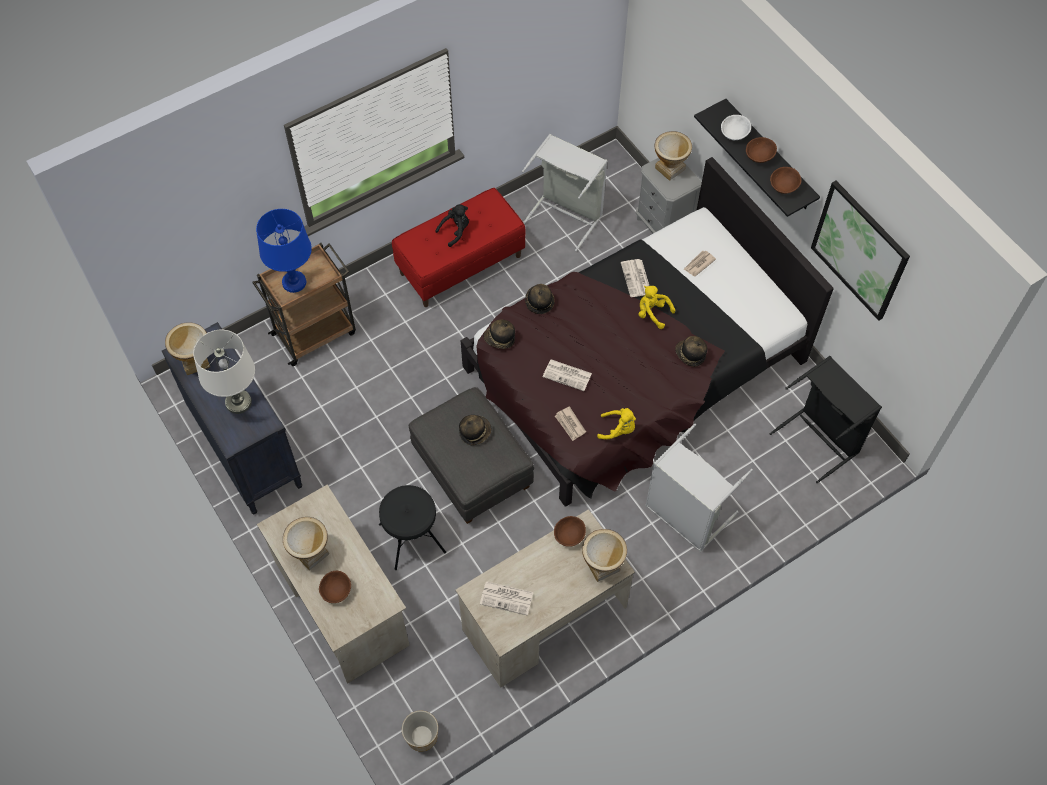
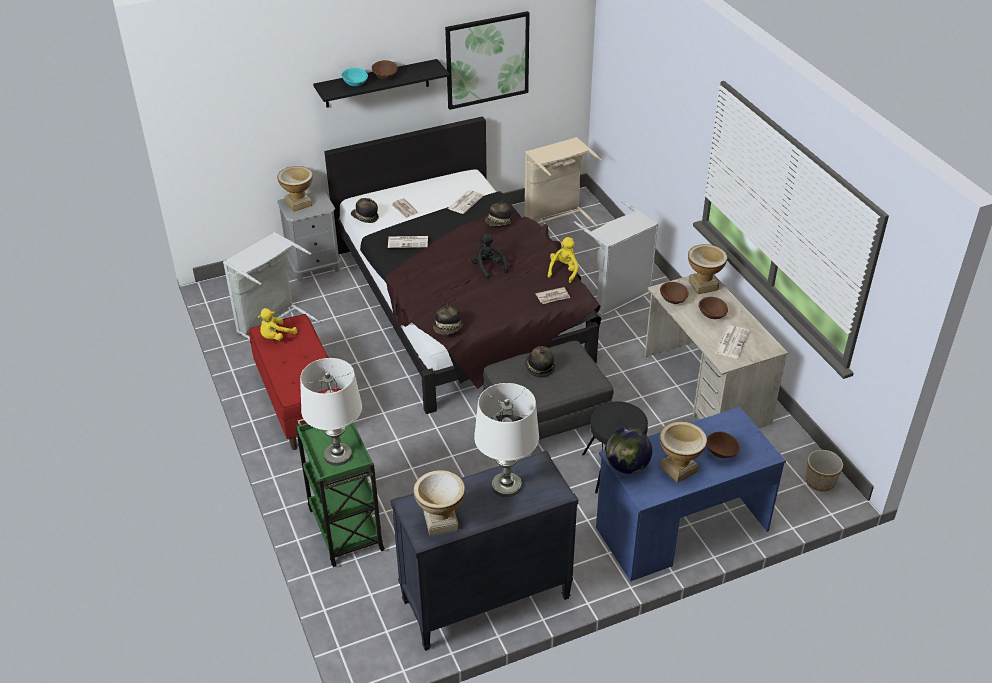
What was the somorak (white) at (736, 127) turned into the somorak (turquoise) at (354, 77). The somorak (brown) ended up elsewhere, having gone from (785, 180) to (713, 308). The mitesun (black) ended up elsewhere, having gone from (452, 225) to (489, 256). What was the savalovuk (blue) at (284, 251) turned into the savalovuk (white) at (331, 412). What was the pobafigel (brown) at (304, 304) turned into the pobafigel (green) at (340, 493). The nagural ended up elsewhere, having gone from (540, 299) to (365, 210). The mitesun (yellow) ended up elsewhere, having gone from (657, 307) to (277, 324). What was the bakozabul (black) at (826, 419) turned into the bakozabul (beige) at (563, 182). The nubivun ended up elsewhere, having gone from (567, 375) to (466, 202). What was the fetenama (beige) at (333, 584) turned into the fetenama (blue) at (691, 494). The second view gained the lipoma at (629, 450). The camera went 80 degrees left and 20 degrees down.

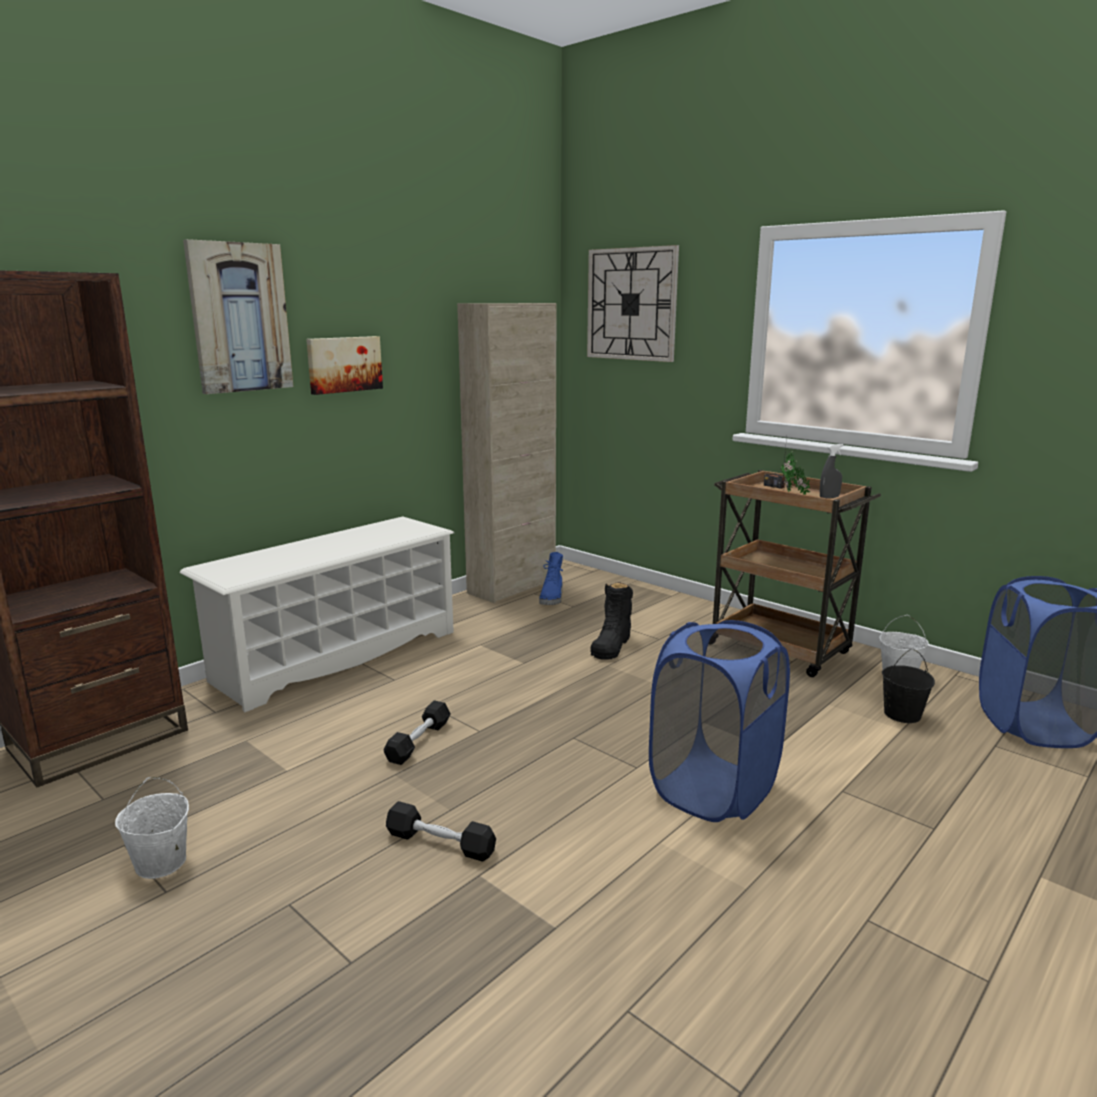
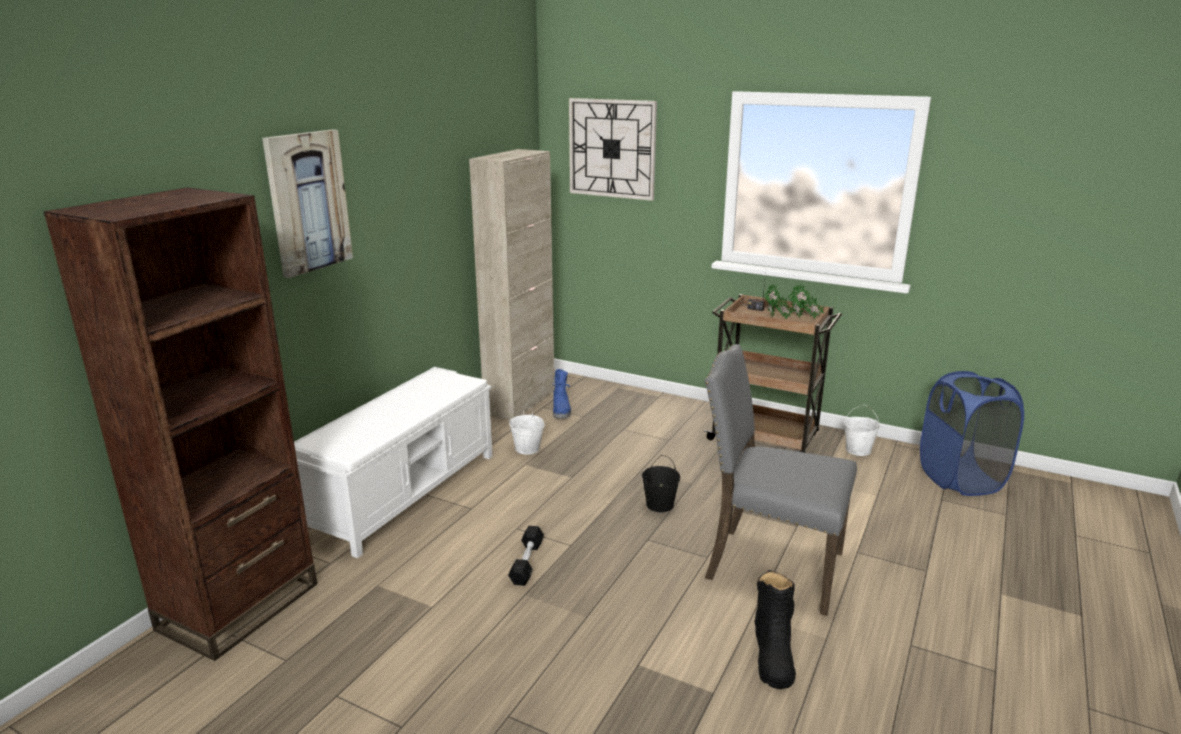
The second view lost the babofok at (344, 365). Where the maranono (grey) stood at (831, 471), the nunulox came to stand at (806, 301). Where the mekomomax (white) stood at (316, 614), the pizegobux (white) came to stand at (393, 462). The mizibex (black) ended up elsewhere, having gone from (611, 621) to (775, 629). Where the bakozabul (blue) stood at (719, 721), the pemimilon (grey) came to stand at (780, 480). The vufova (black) ended up elsewhere, having gone from (908, 686) to (661, 483). The vufova (white) ended up elsewhere, having gone from (152, 828) to (527, 429). The second view lost the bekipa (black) at (441, 831). The camera went 15 degrees left and 5 degrees up.

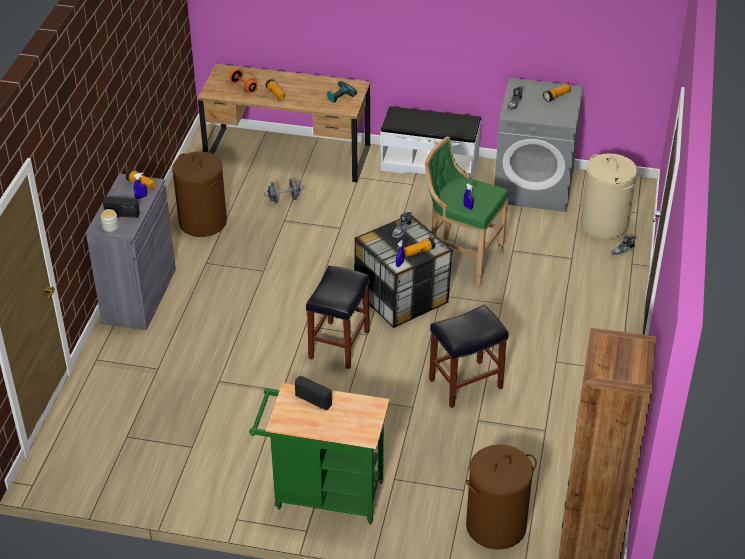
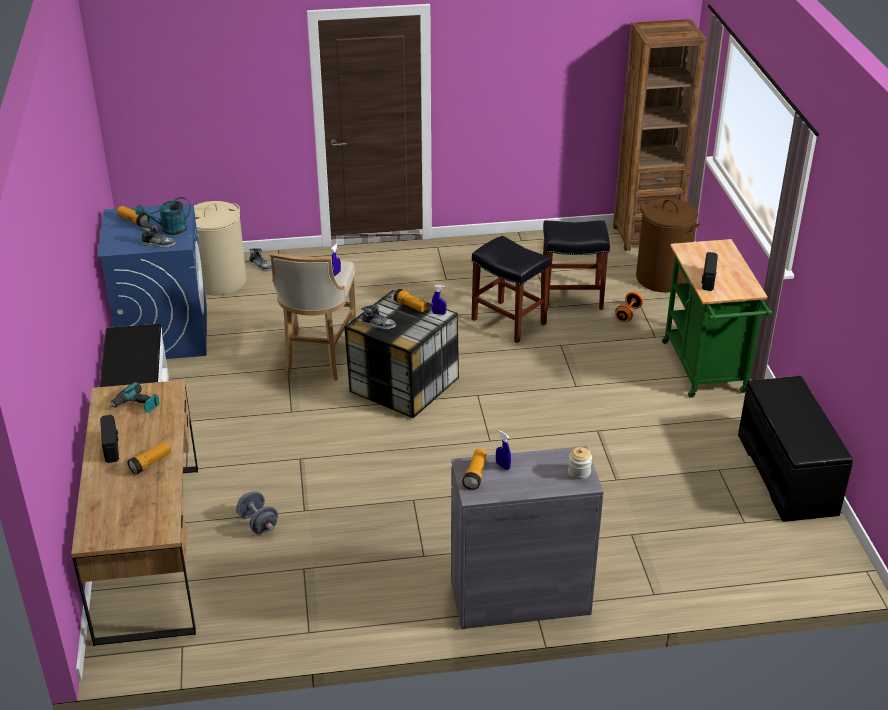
The bekipa (orange) ended up elsewhere, having gone from (243, 80) to (629, 307). What was the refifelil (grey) at (538, 145) turned into the refifelil (blue) at (152, 281). What was the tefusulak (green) at (467, 211) turned into the tefusulak (beige) at (313, 316). The second view lost the bakozabul (brown) at (199, 194). The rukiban ended up elsewhere, having gone from (121, 207) to (109, 439). The tefusulak (black) ended up elsewhere, having gone from (338, 317) to (576, 265). The second view gained the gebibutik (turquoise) at (163, 216). The second view gained the pizegobux (black) at (795, 449). The camera went 110 degrees left and 5 degrees down.

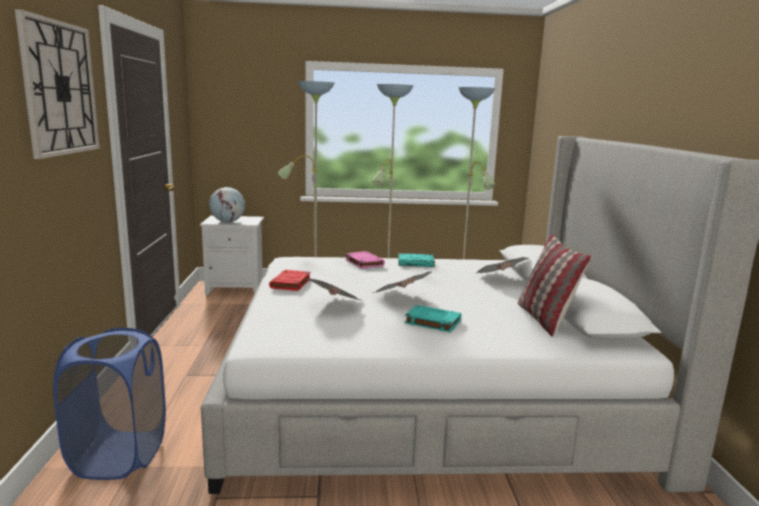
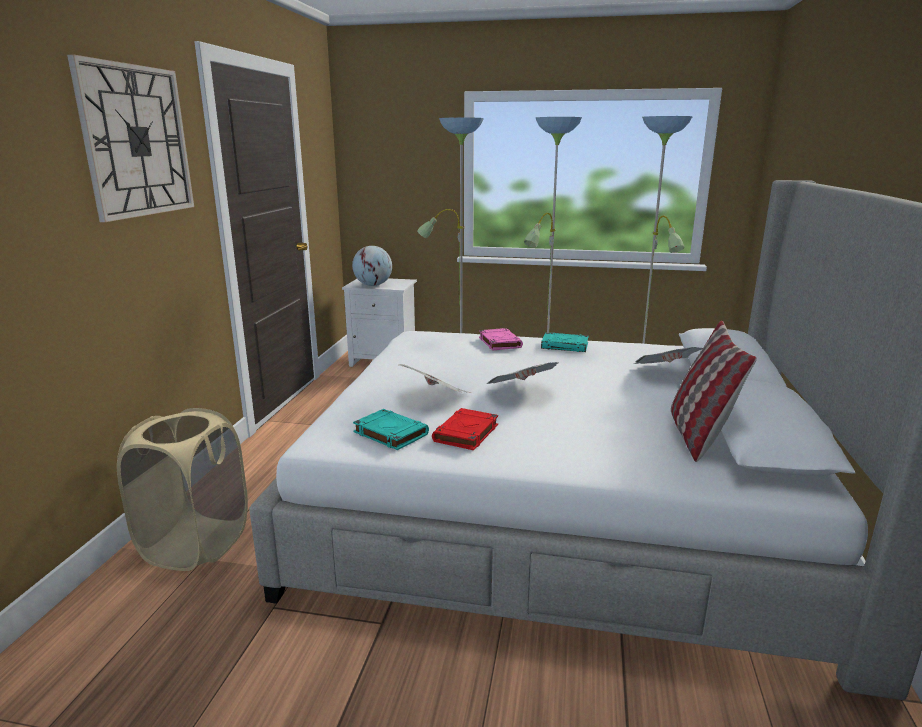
The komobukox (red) ended up elsewhere, having gone from (290, 280) to (465, 429). The komobukox (turquoise) ended up elsewhere, having gone from (432, 318) to (391, 429). What was the bakozabul (blue) at (109, 404) turned into the bakozabul (beige) at (182, 489). The camera went 15 degrees right and 5 degrees up.

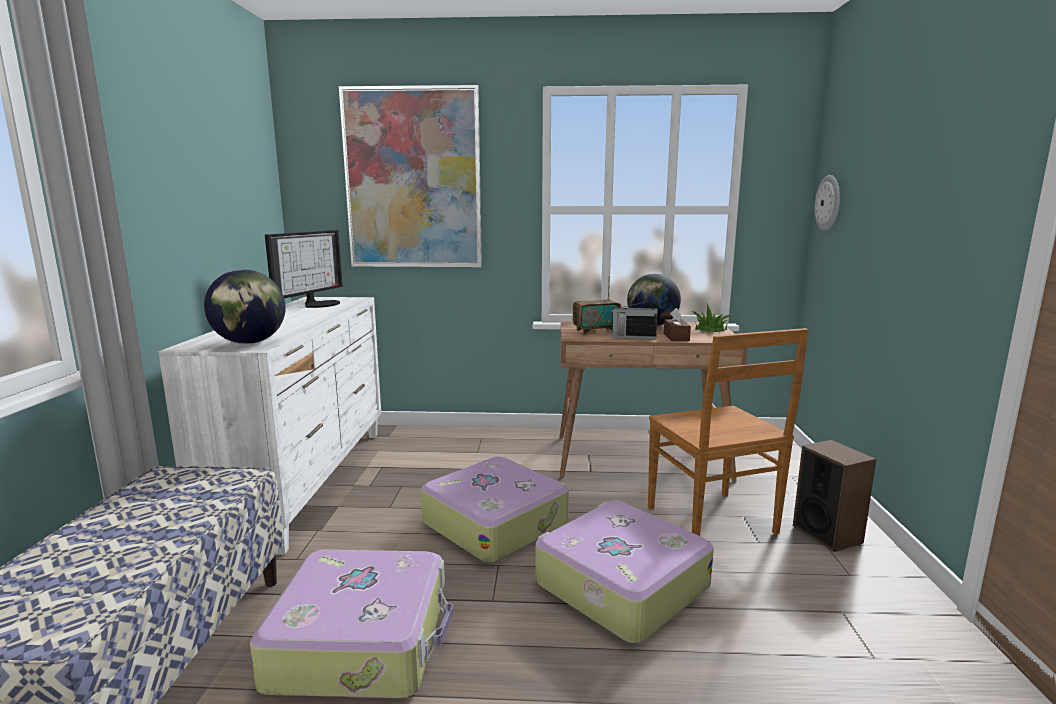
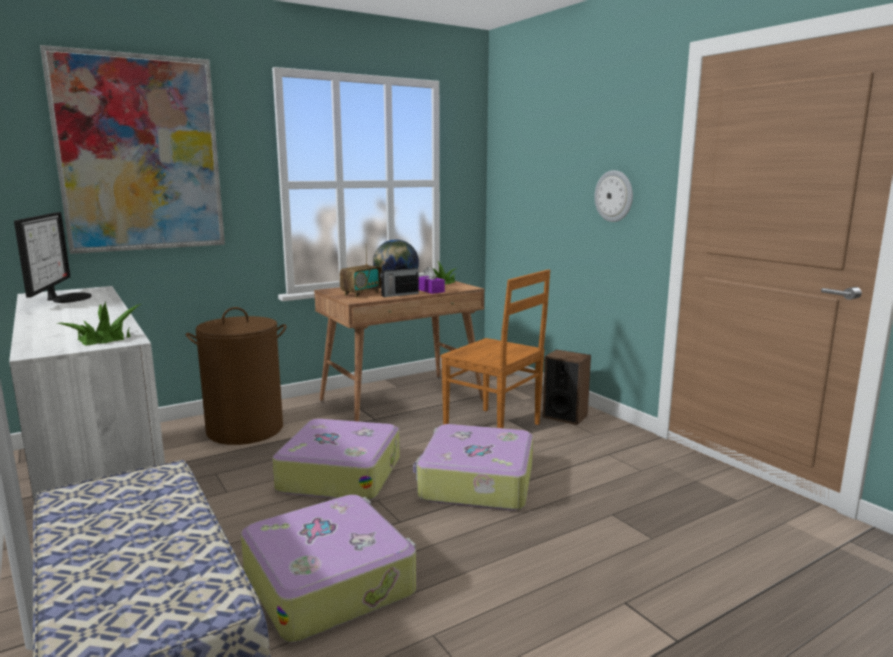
The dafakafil ended up elsewhere, having gone from (827, 203) to (613, 196). Where the lipoma stood at (245, 306), the nunulox came to stand at (98, 323). What was the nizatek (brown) at (677, 324) turned into the nizatek (purple) at (432, 280). The second view gained the bakozabul (brown) at (236, 376). The camera went 35 degrees left and 0 degrees up.

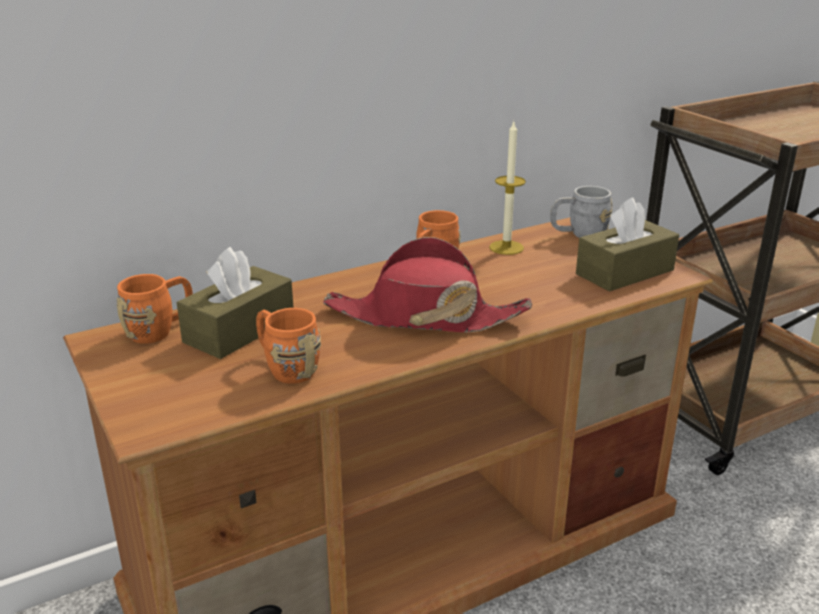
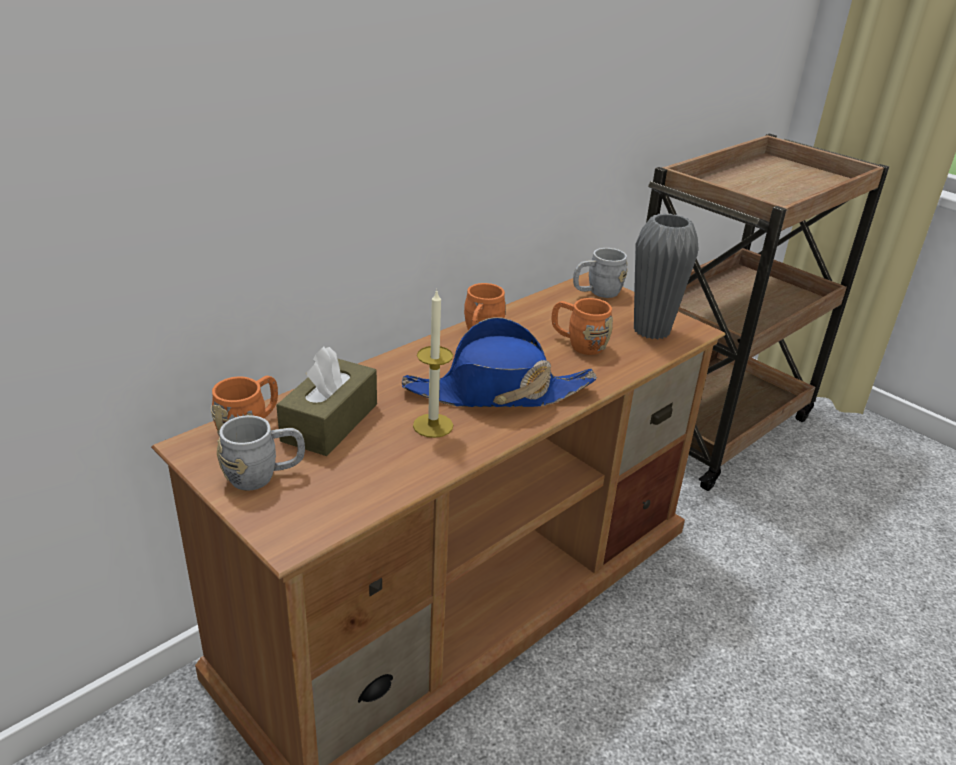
The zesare ended up elsewhere, having gone from (507, 188) to (433, 363). Where the nizatek (brown) stood at (627, 245), the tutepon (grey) came to stand at (666, 276). What was the nagural (red) at (427, 284) turned into the nagural (blue) at (499, 362). The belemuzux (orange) ended up elsewhere, having gone from (288, 346) to (582, 326). The second view gained the belemuzux (grey) at (261, 453). The camera went 15 degrees left and 5 degrees up.

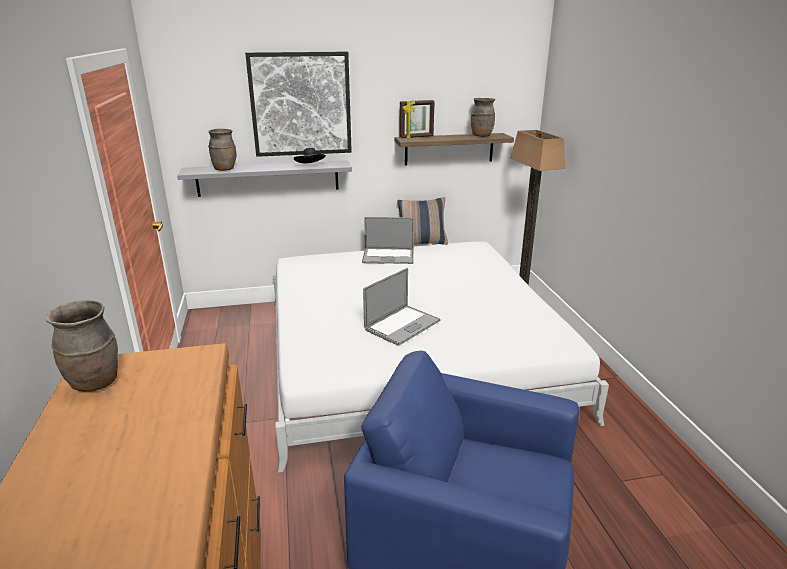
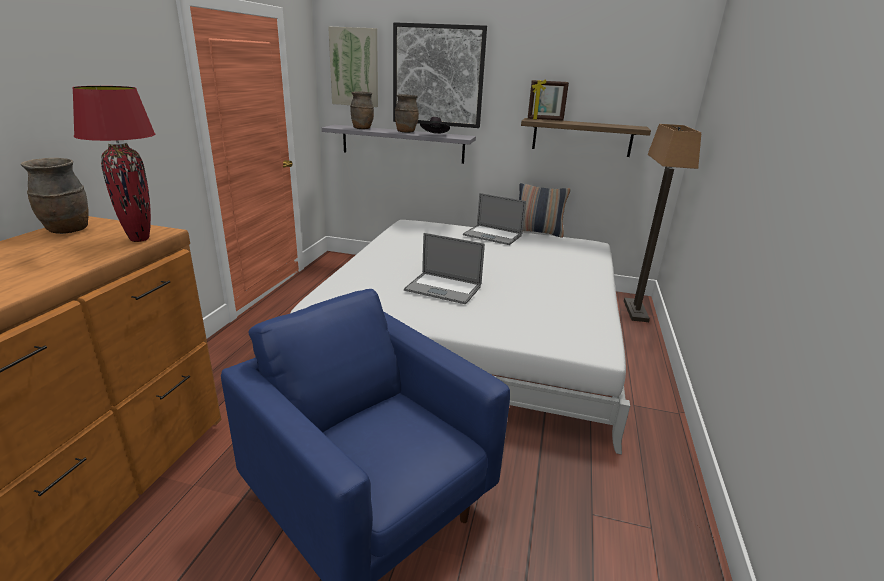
The tutepon (brown) ended up elsewhere, having gone from (483, 117) to (406, 113). The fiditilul at (402, 307) ended up facing another way, 45 degrees clockwise from before. The second view gained the babofok at (353, 66). The second view gained the savalovuk (red) at (113, 164). The camera went 25 degrees right and 0 degrees up.

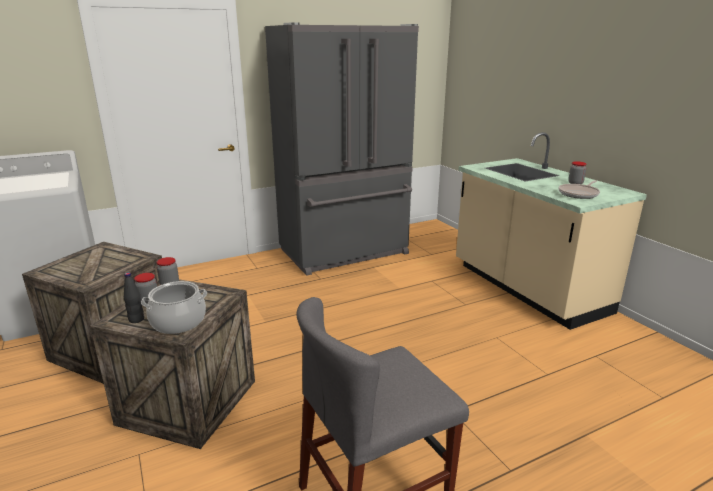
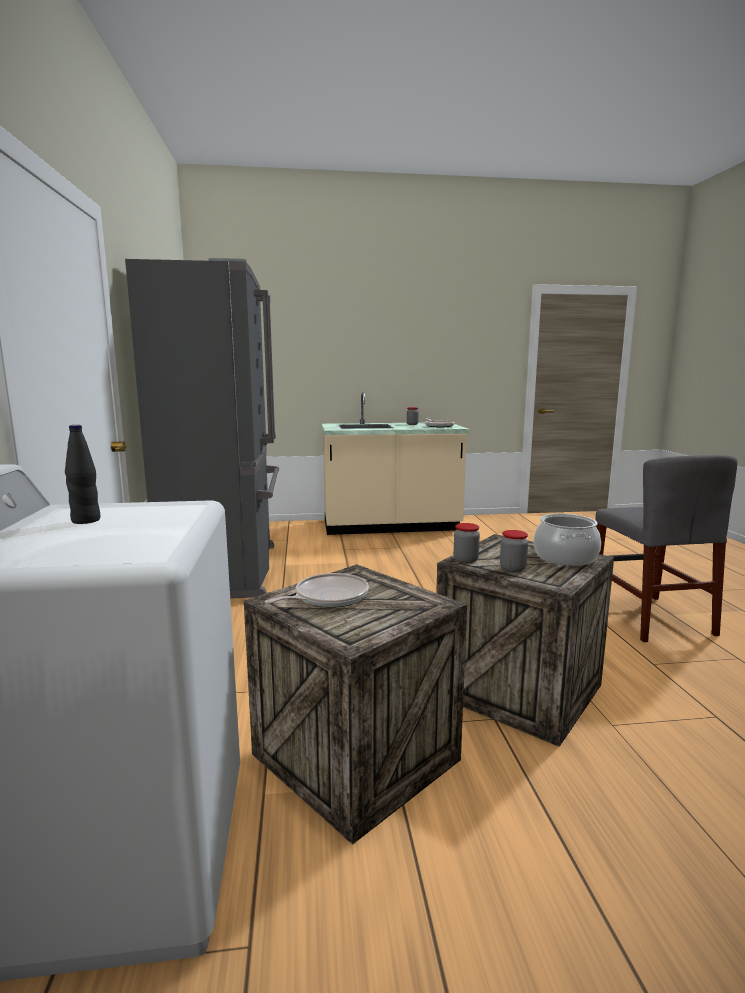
The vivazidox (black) ended up elsewhere, having gone from (134, 297) to (82, 474). The second view gained the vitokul at (317, 590). The camera went 70 degrees left and 10 degrees down.

